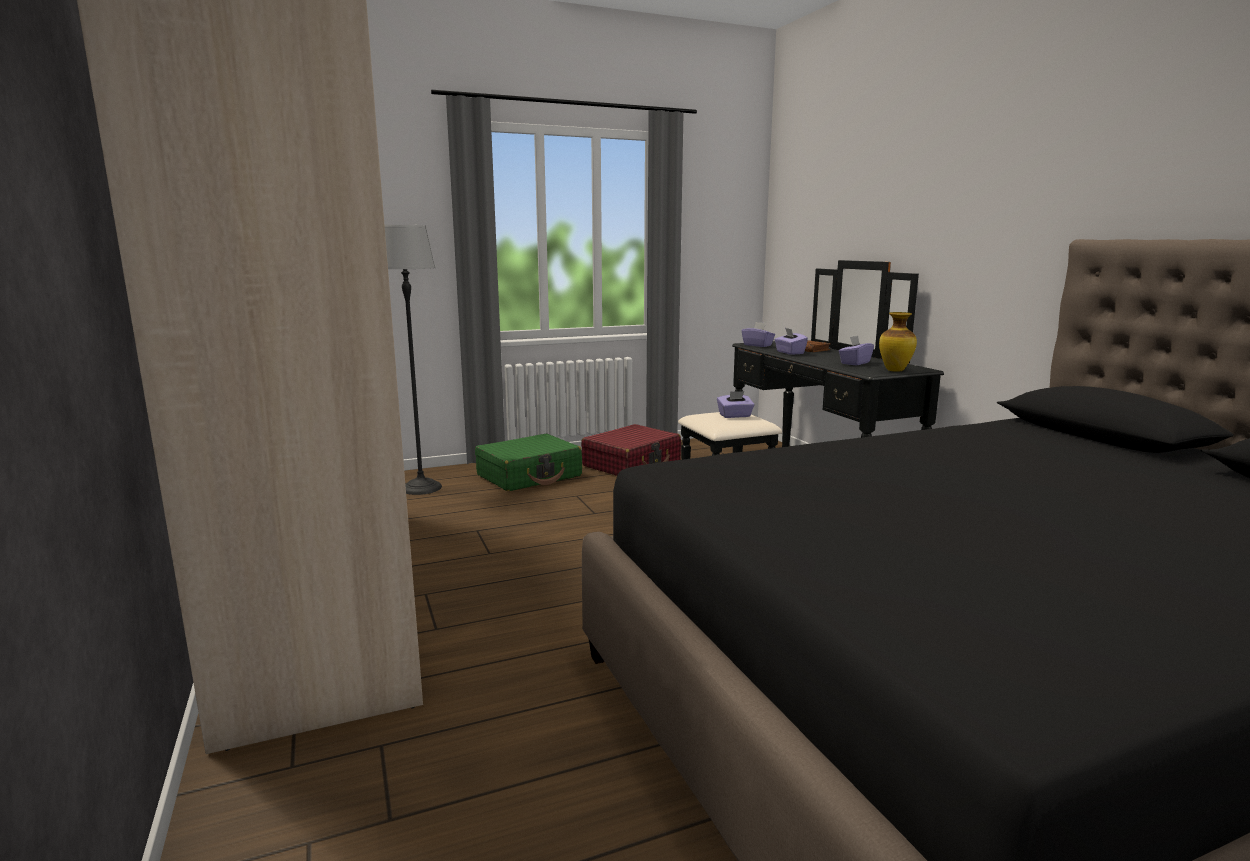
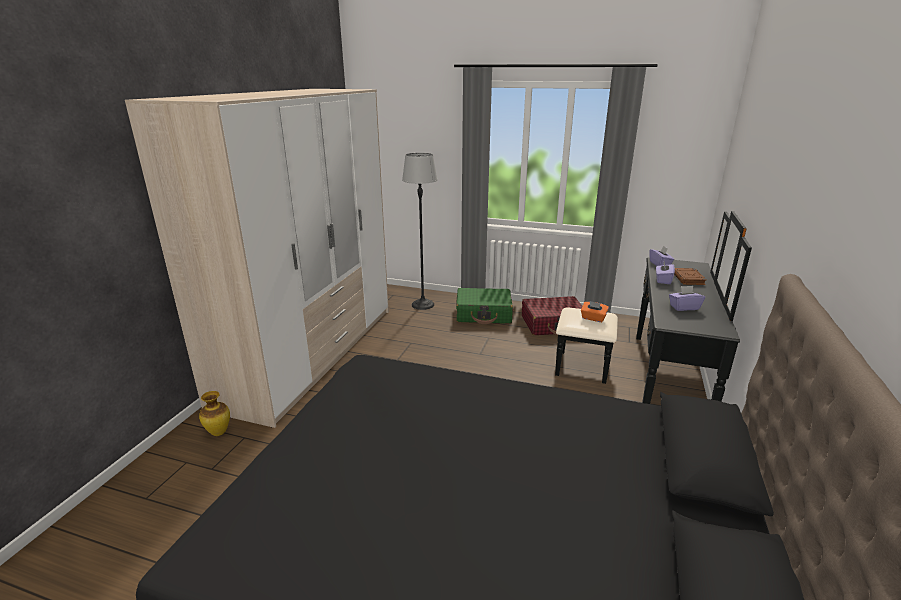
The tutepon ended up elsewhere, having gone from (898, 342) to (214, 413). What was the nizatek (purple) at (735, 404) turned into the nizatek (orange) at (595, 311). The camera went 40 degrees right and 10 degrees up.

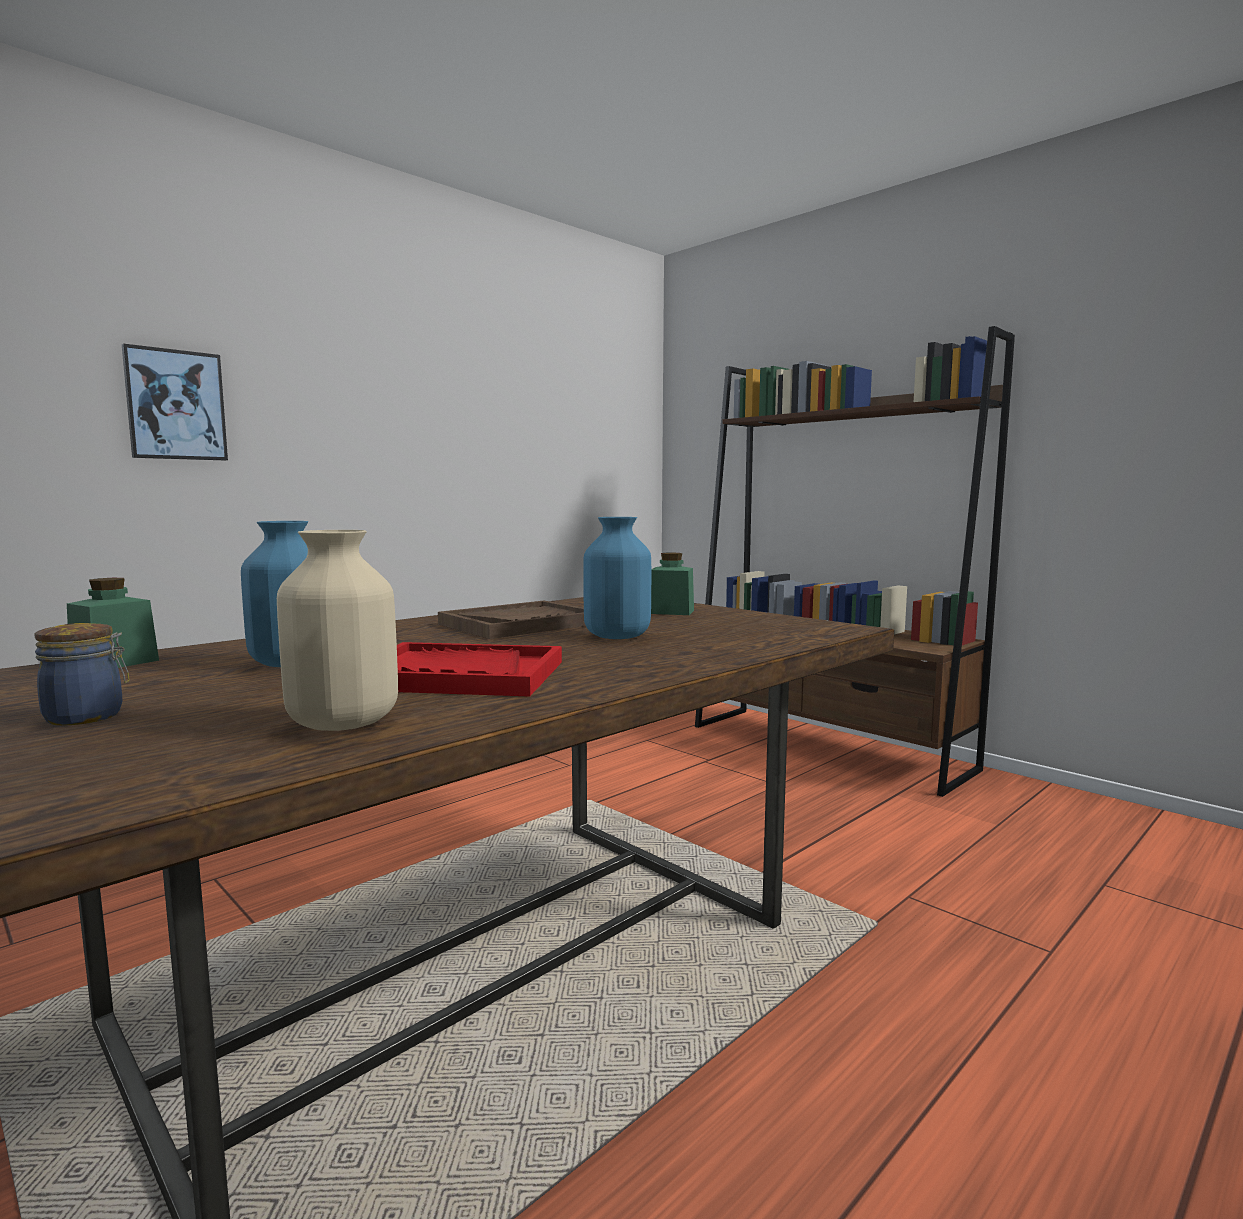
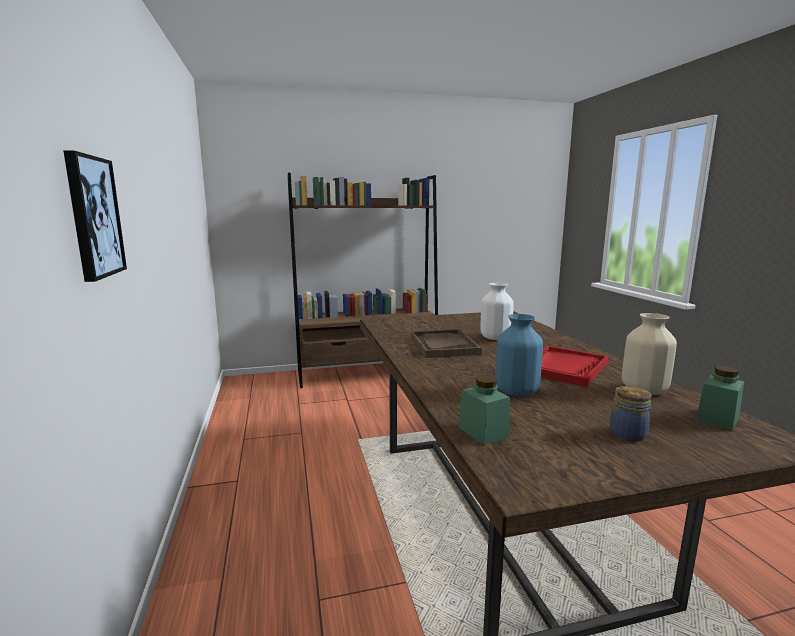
What was the tutepon (blue) at (617, 578) turned into the tutepon (white) at (497, 311). The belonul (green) ended up elsewhere, having gone from (672, 584) to (720, 398). The camera went 60 degrees left and 5 degrees up.

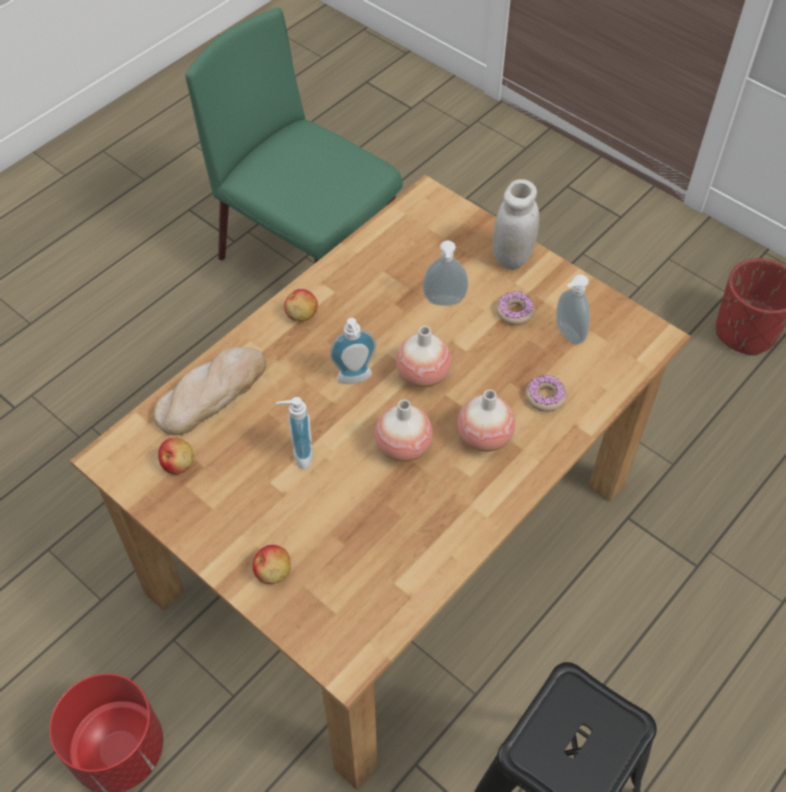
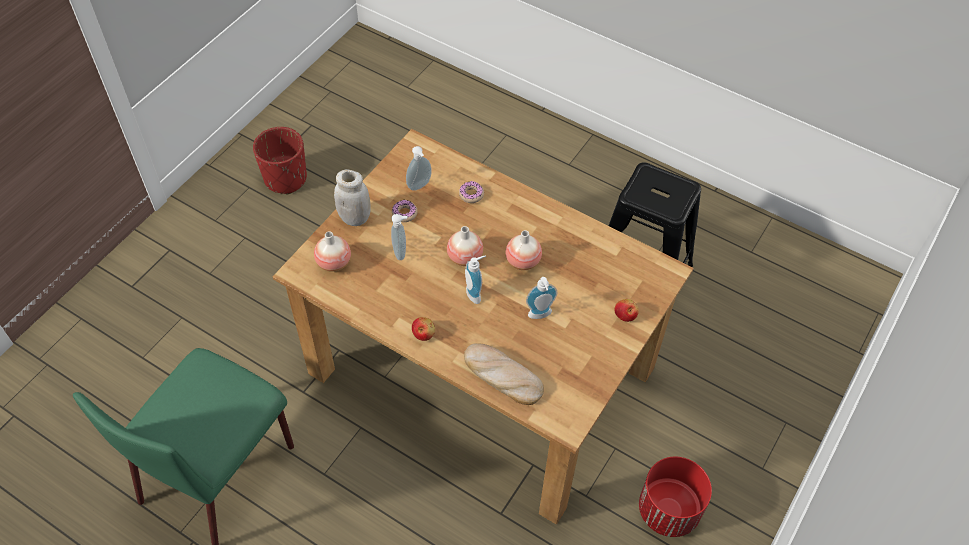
The tutepon ended up elsewhere, having gone from (486, 421) to (332, 251). The second view lost the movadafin at (176, 456). The camera went 100 degrees left and 0 degrees up.

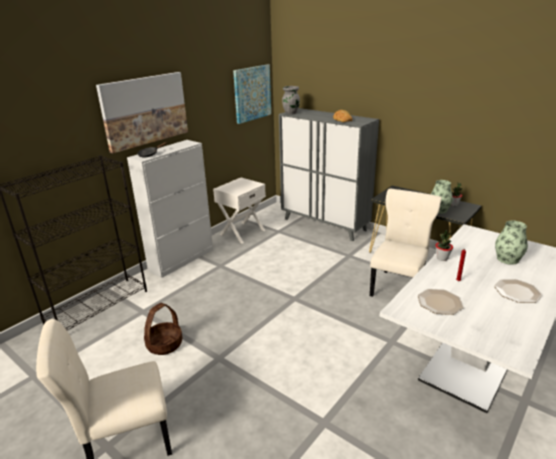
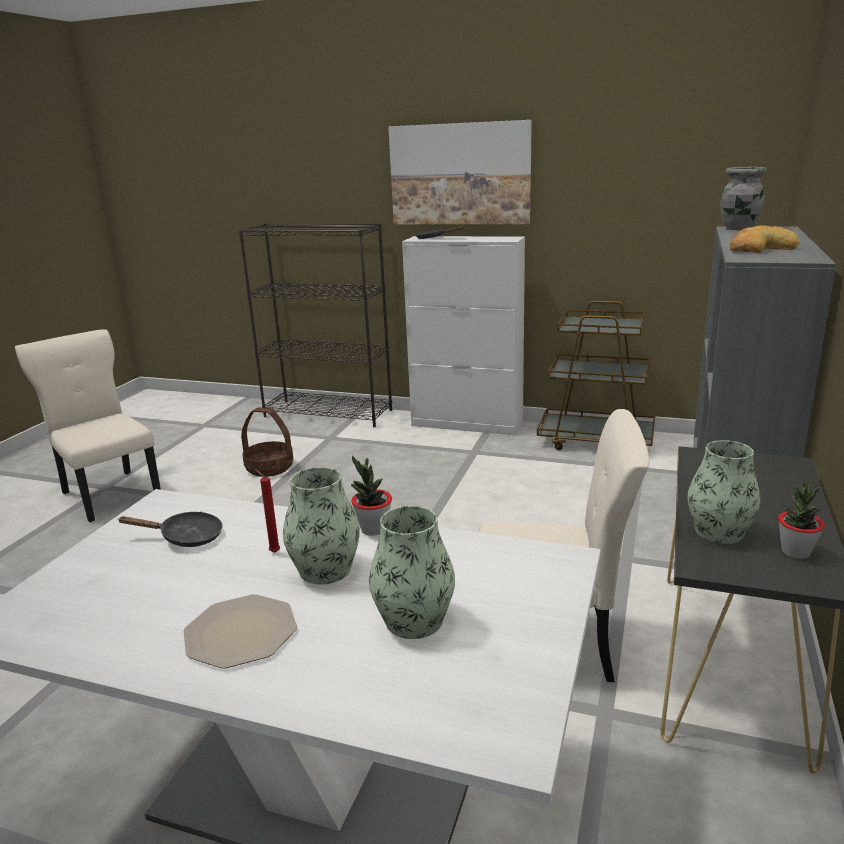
The second view lost the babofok at (252, 94). Where the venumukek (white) stood at (239, 211), the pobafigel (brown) came to stand at (596, 375). Where the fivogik stood at (441, 302), the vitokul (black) came to stand at (169, 529). The second view gained the tutepon at (321, 526). The camera went 70 degrees right and 5 degrees down.

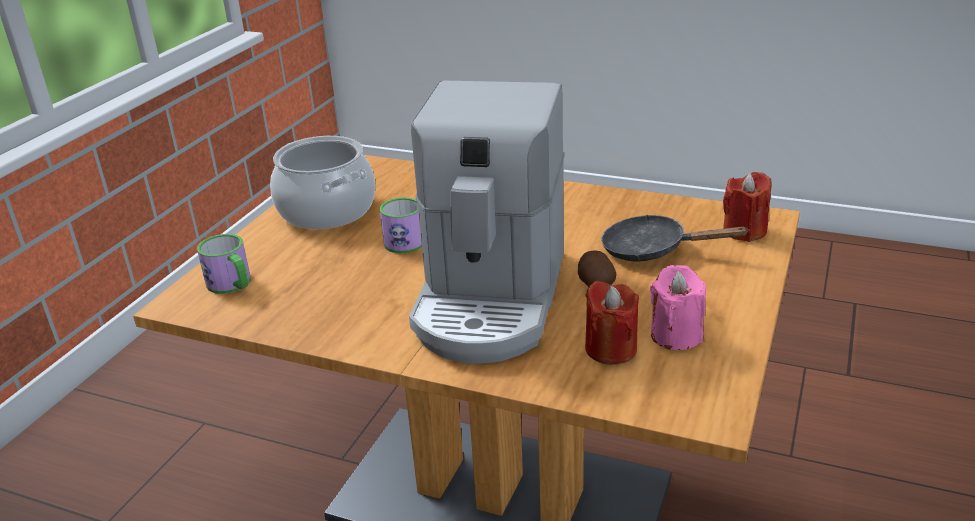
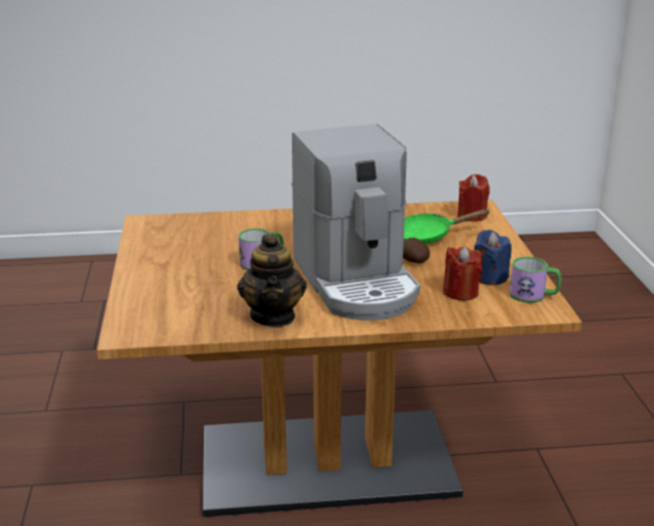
The second view lost the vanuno at (323, 182). What was the vitokul (black) at (675, 238) turned into the vitokul (green) at (446, 226). The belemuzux ended up elsewhere, having gone from (224, 264) to (535, 280). What was the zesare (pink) at (678, 307) turned into the zesare (blue) at (493, 257). The second view gained the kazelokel at (272, 280). The camera went 30 degrees left and 5 degrees down.

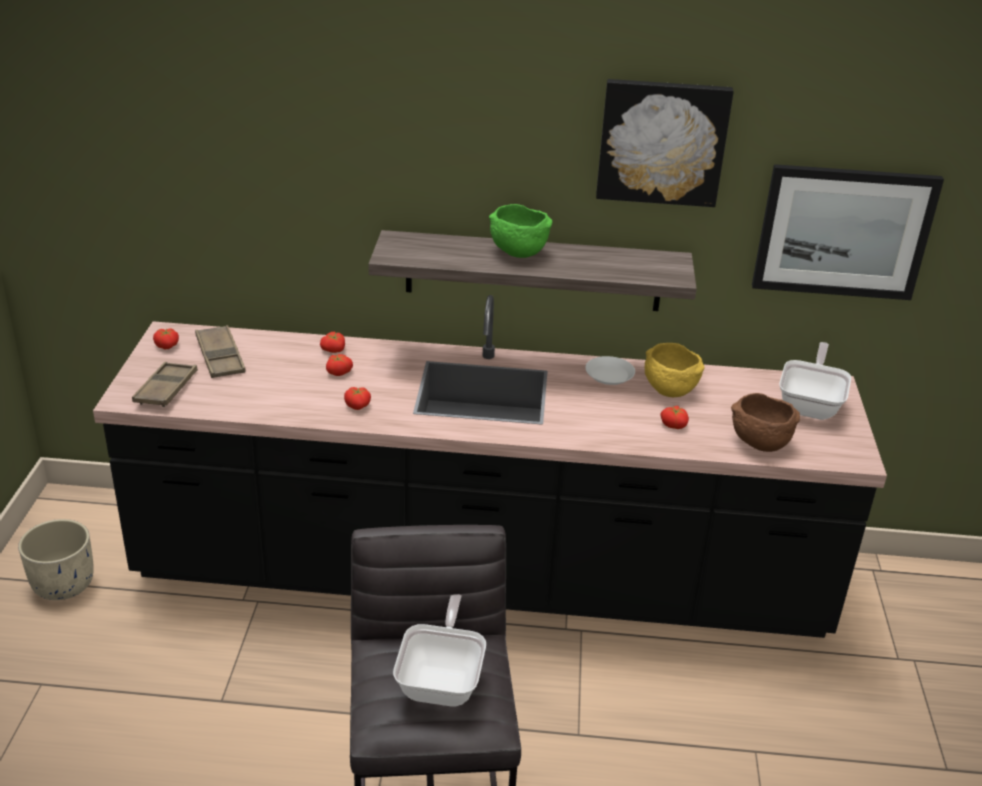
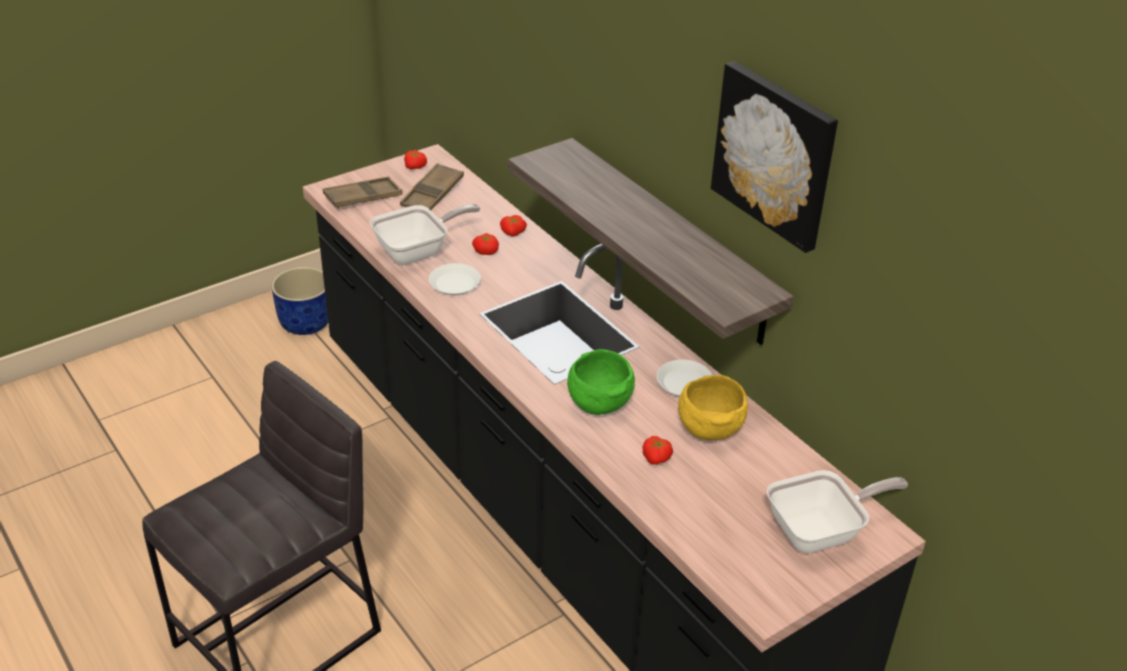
The second view lost the babofok at (848, 232). The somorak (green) ended up elsewhere, having gone from (521, 231) to (601, 382). Where the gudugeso stood at (357, 398), the fivogik (white) came to stand at (455, 279). The second view lost the somorak (brown) at (765, 422). What was the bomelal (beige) at (56, 559) turned into the bomelal (blue) at (299, 301). The vitokul ended up elsewhere, having gone from (439, 650) to (425, 234). The camera went 50 degrees right and 5 degrees up.

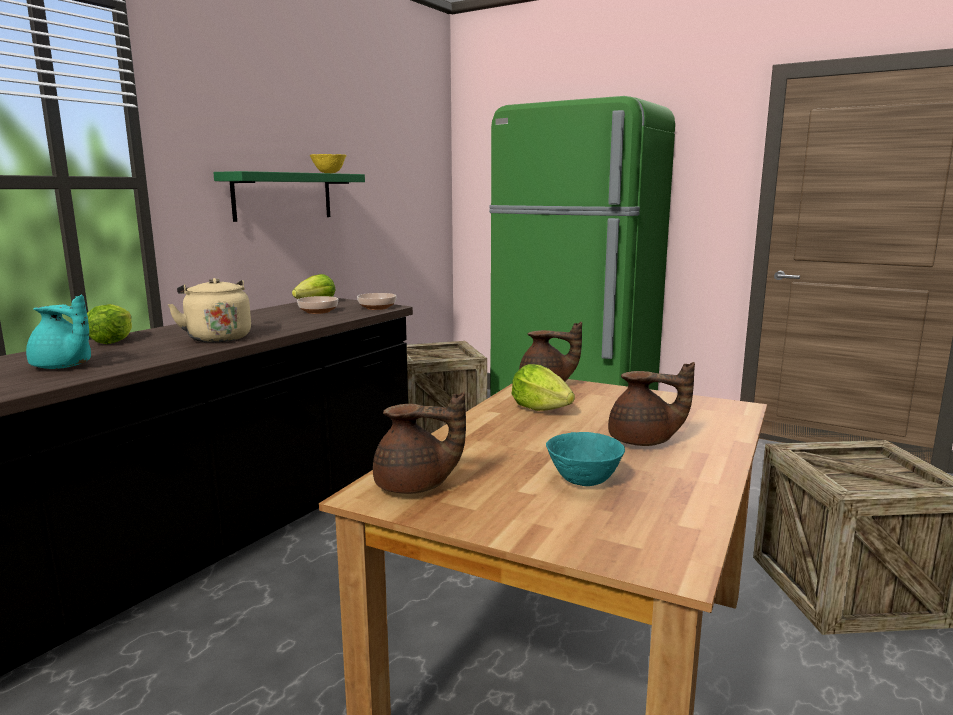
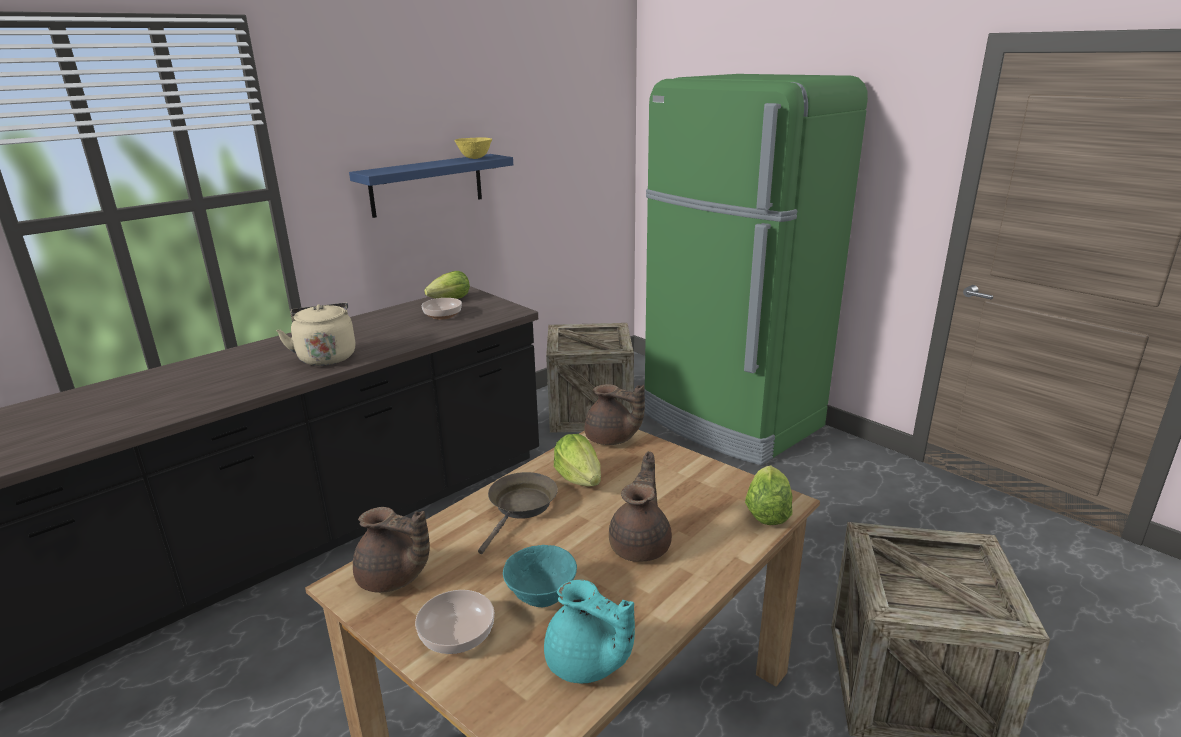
What was the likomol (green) at (289, 196) turned into the likomol (blue) at (431, 186). The somorak ended up elsewhere, having gone from (377, 301) to (454, 622). The kazelokel (turquoise) ended up elsewhere, having gone from (58, 332) to (589, 631). The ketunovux ended up elsewhere, having gone from (109, 324) to (769, 495). The kazelokel (brown) at (651, 404) ended up facing another way, 105 degrees counterclockwise from before. The second view gained the vitokul (brown) at (518, 513). The camera went 15 degrees right and 10 degrees up.

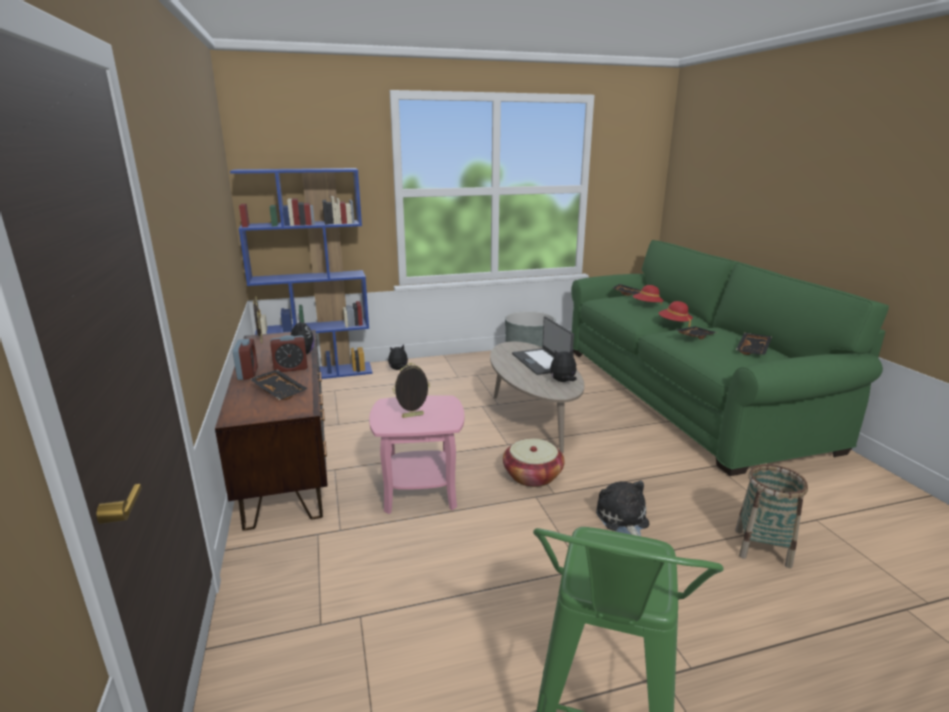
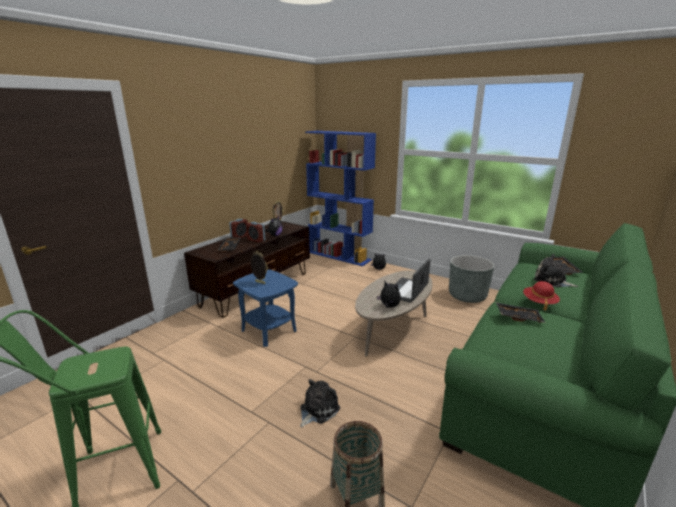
Where the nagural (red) stood at (648, 295), the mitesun came to stand at (556, 270). The second view lost the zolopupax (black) at (754, 344). What was the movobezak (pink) at (417, 454) turned into the movobezak (blue) at (265, 308). The second view lost the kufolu at (533, 463). The camera went 50 degrees right and 0 degrees up.

